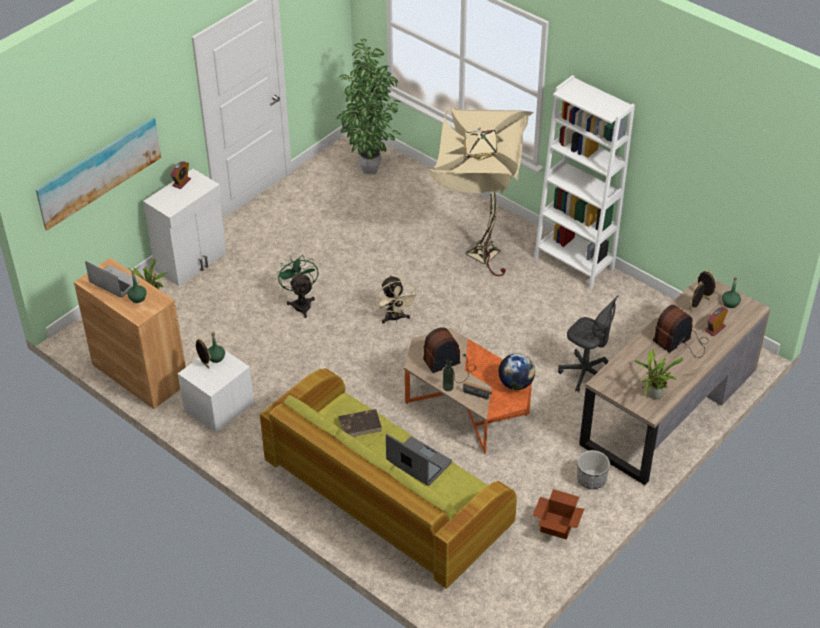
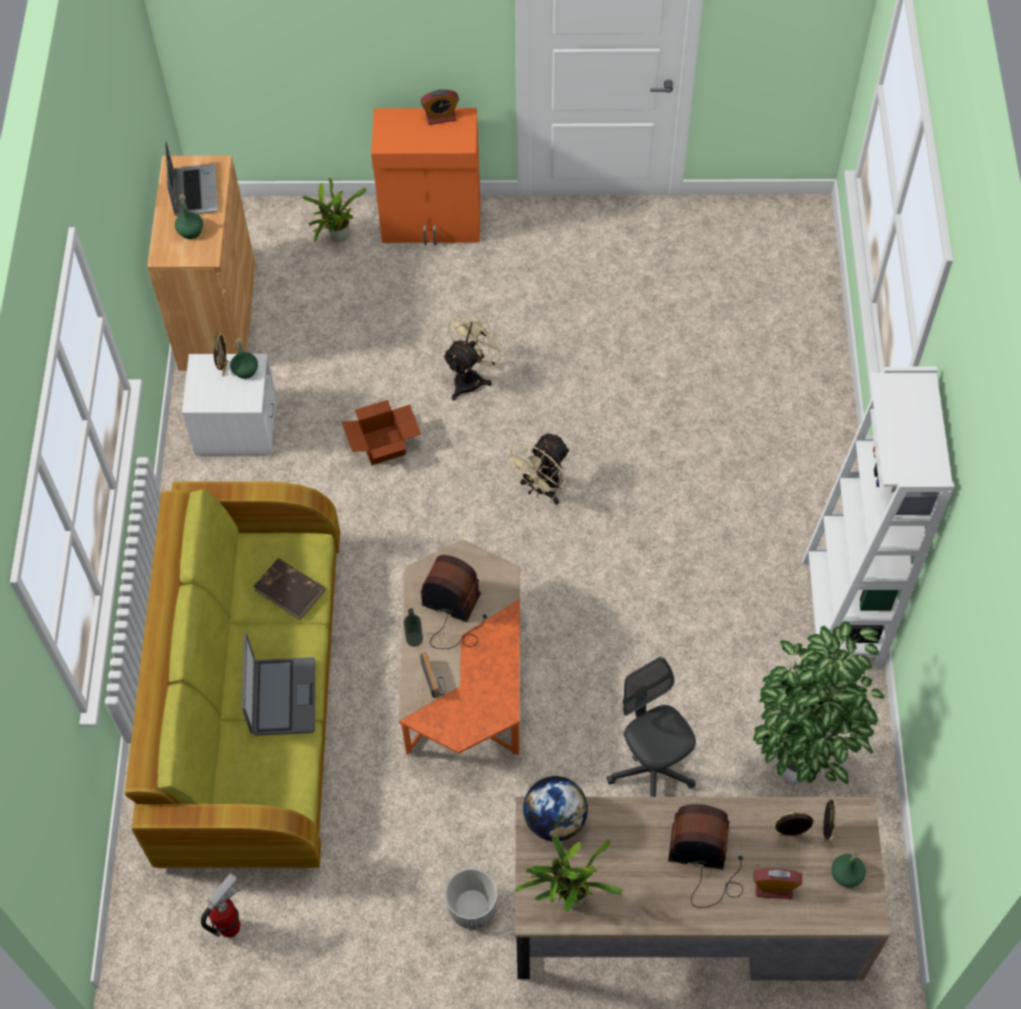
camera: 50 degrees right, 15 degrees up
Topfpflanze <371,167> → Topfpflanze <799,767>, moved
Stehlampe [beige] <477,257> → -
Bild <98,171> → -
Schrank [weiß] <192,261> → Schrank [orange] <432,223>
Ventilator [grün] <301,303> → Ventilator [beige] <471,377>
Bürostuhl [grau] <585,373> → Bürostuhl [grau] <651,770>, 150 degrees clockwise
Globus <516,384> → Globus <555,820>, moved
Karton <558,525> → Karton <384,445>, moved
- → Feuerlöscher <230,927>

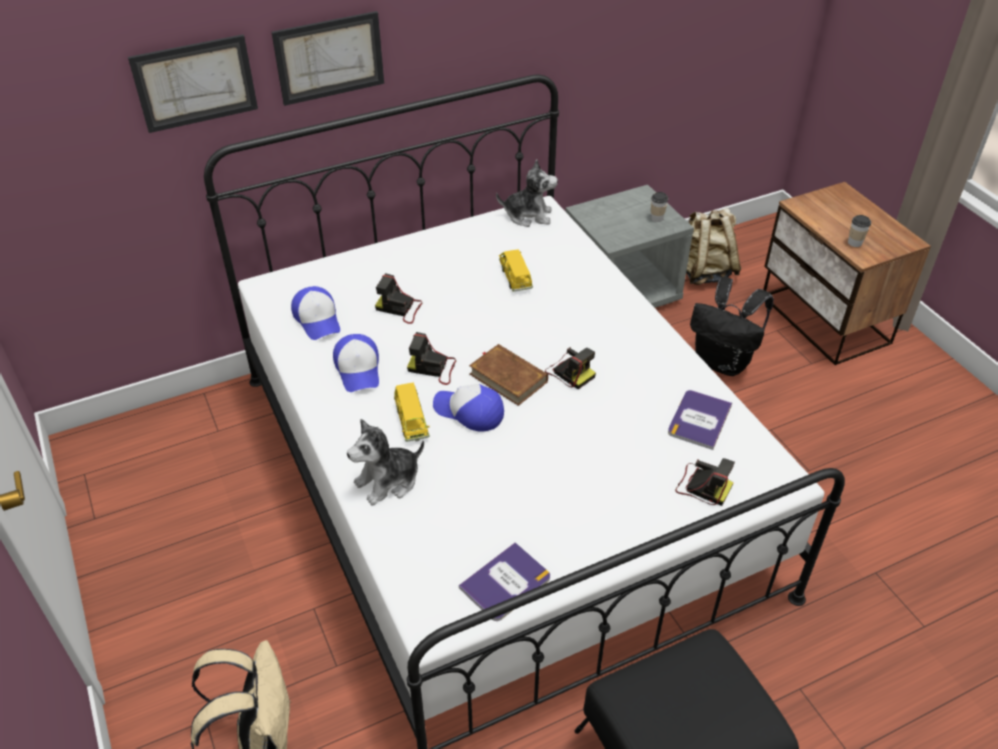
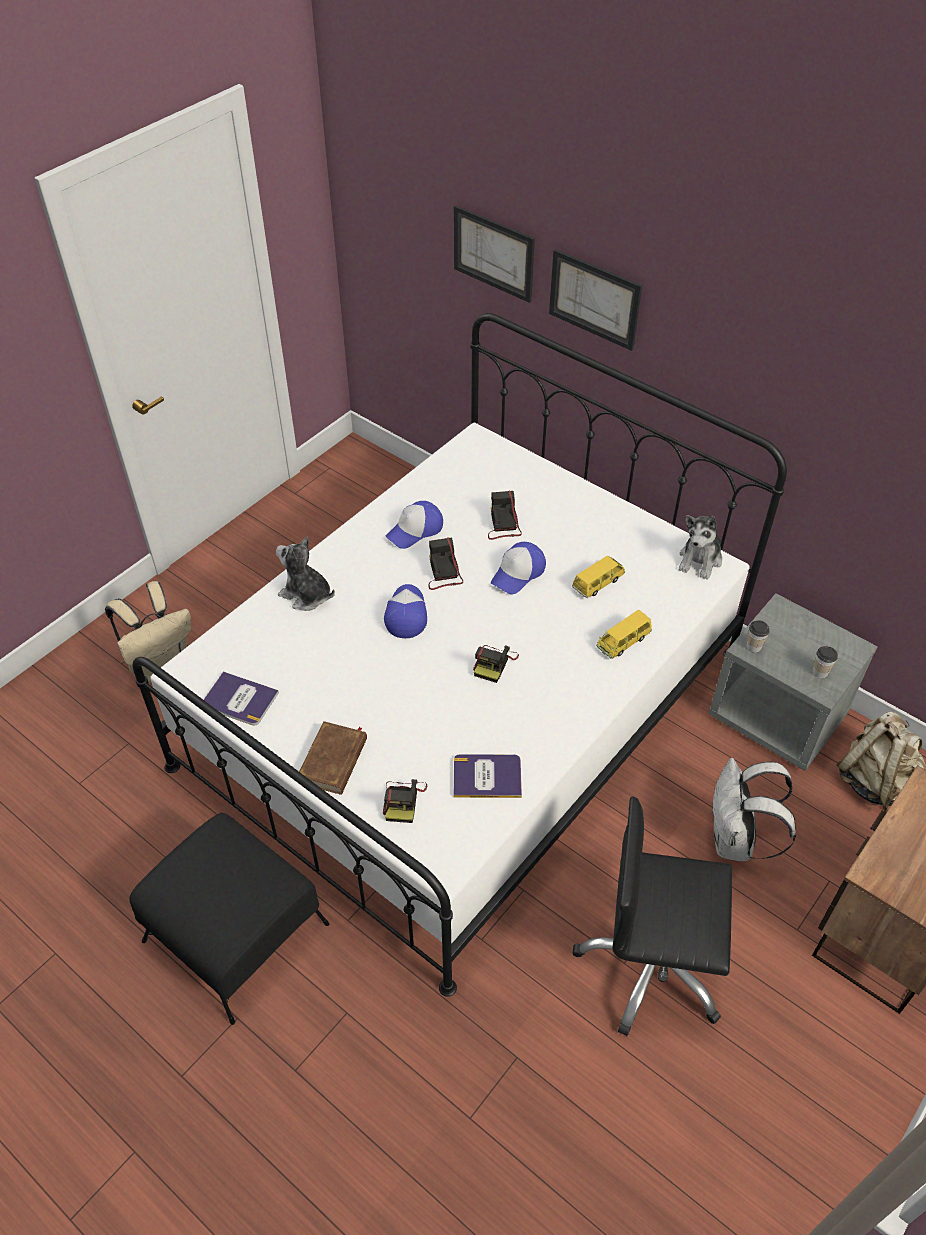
camera: 65 degrees right, 5 degrees up
Plüschtier <528,215> → Plüschtier <700,560>, 45 degrees clockwise
Tasse <854,243> → Tasse <753,646>, moved
Rucksack [schwarz] <723,362> → Rucksack [weiß] <735,841>
Kappe <318,319> → Kappe <518,573>, moved
Buch [braun] <508,377> → Buch [braun] <334,760>, moved
Spielzeugauto [gelb] <411,421> → Spielzeugauto [gelb] <623,642>, moved
- → Bürostuhl [schwarz] <651,965>

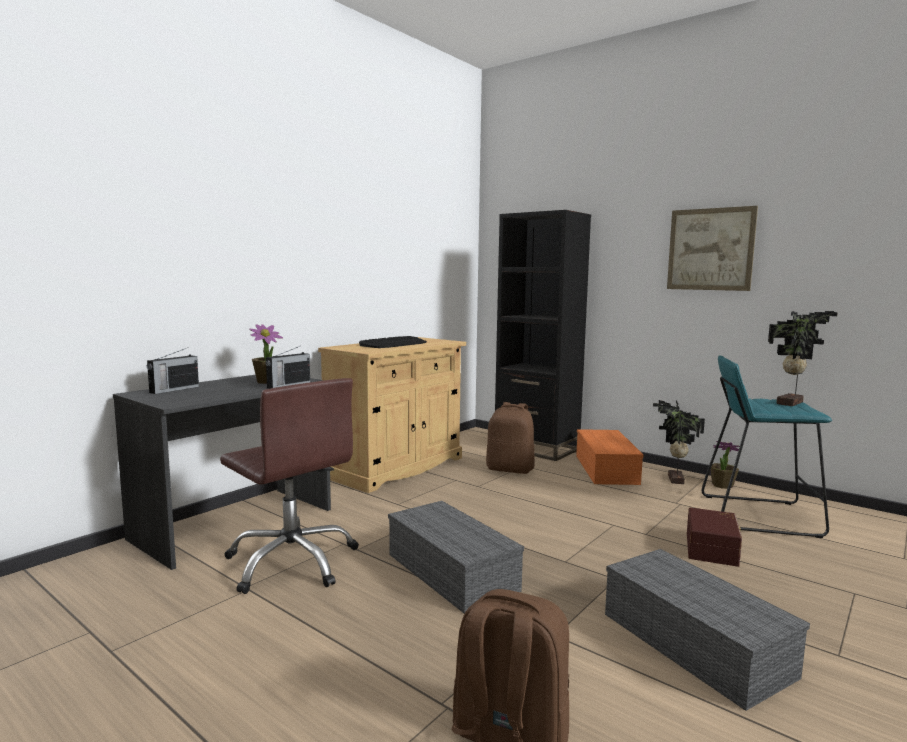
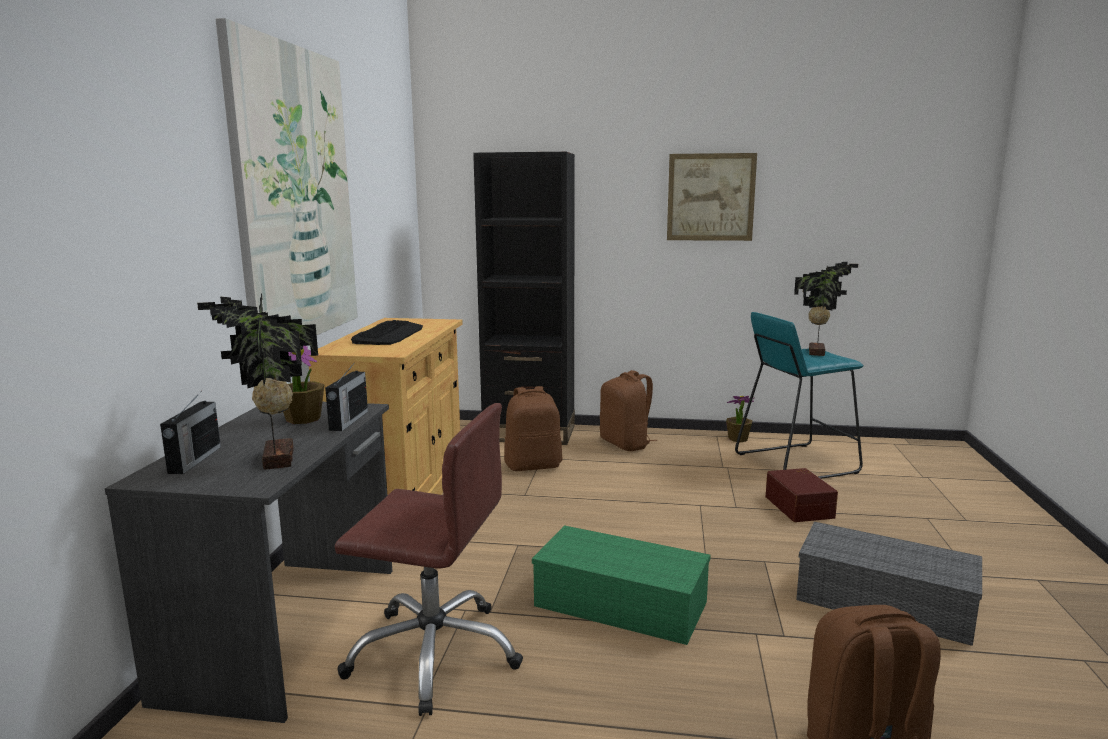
camera: 30 degrees left, 5 degrees up
Topfpflanze <674,480> → Topfpflanze <274,460>, moved
Aufbewahrungsbox [orange] <607,469> → Rucksack [braun] <626,444>
Aufbewahrungsbox [grau] <454,572> → Aufbewahrungsbox [grün] <623,603>
- → Bild <295,196>

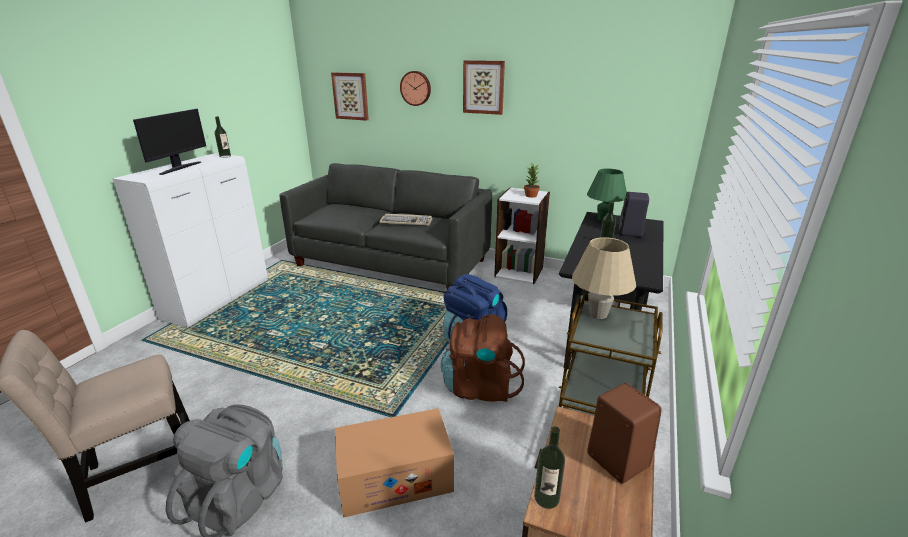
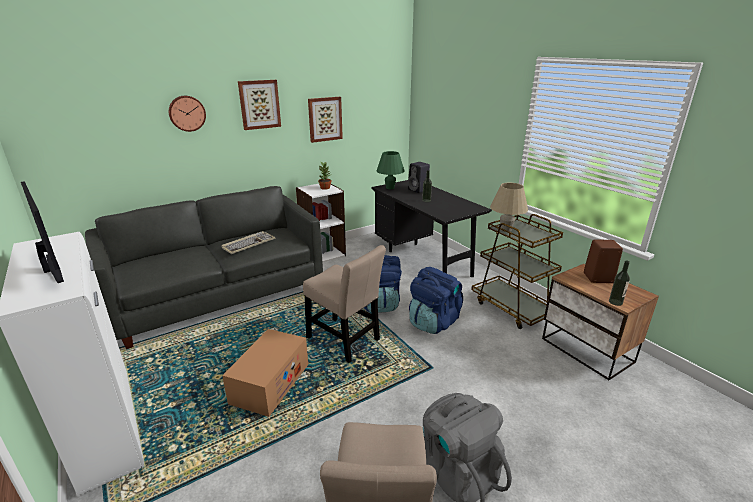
camera: 55 degrees left, 0 degrees up
Bild <351,96> → Bild <325,119>, moved
Flasche <225,156> → -
Rucksack [braun] <480,387> → Rucksack [blau] <433,322>
Karton <395,477> → Karton <270,384>, moved
- → Stuhl [beige] <345,341>

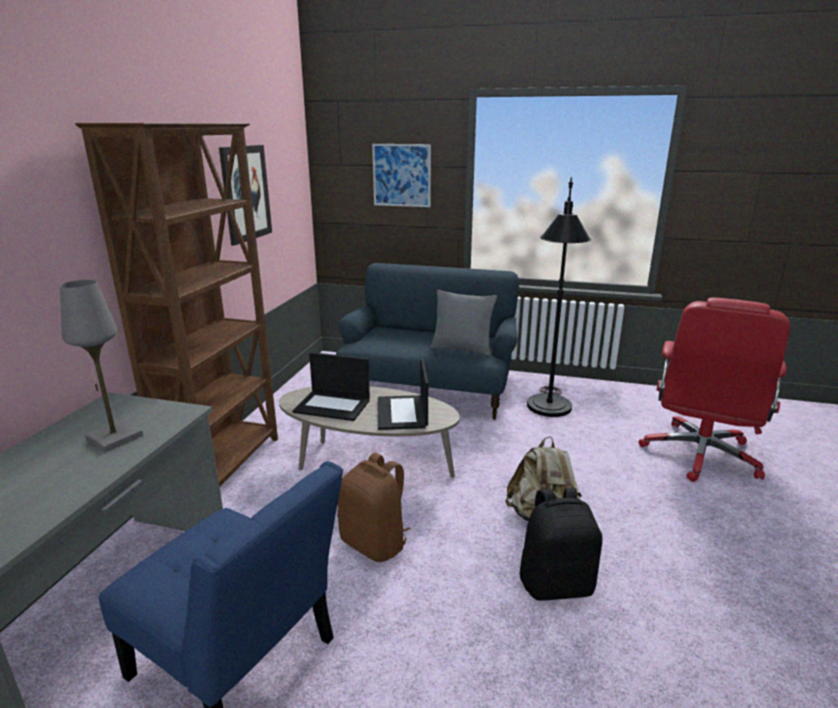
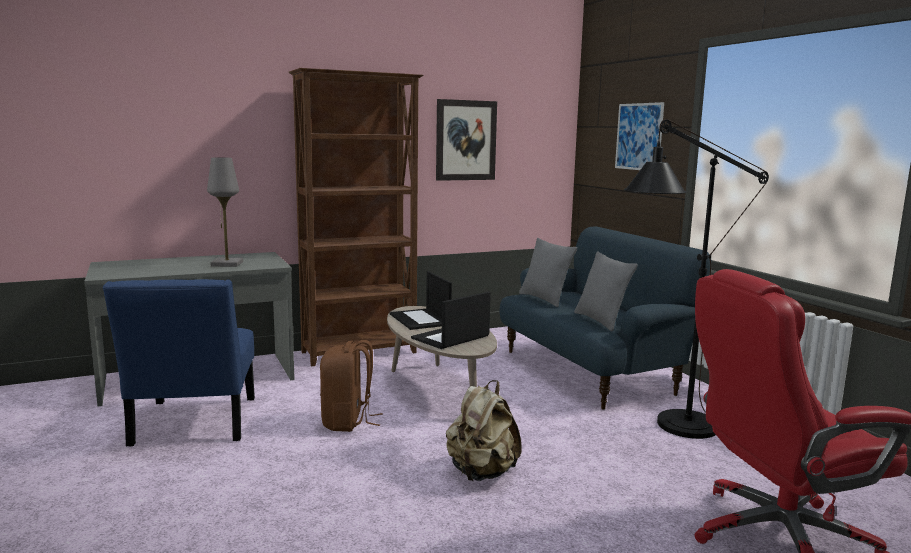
camera: 50 degrees right, 10 degrees down
Rucksack [schwarz] <556,583> → -
- → Kissen [grau] <544,299>

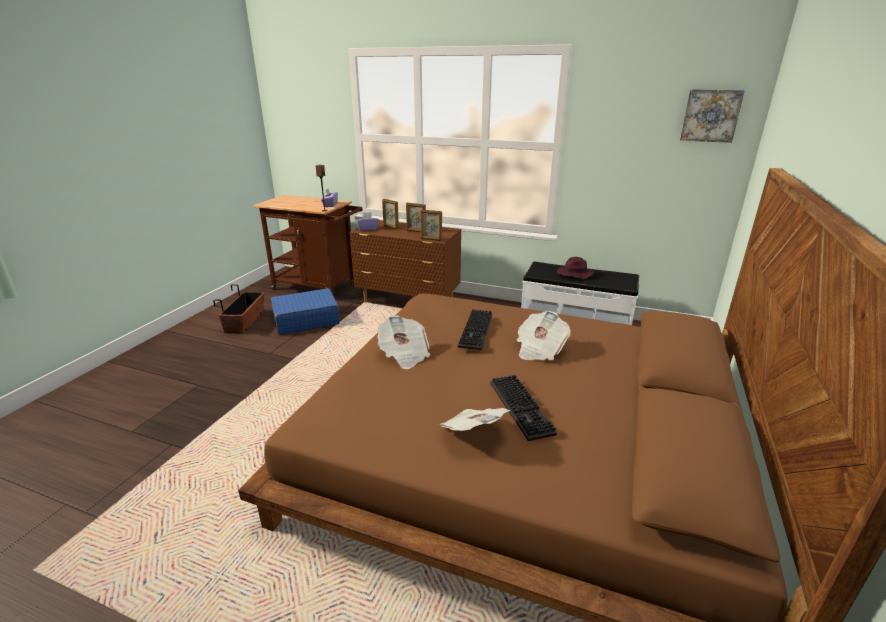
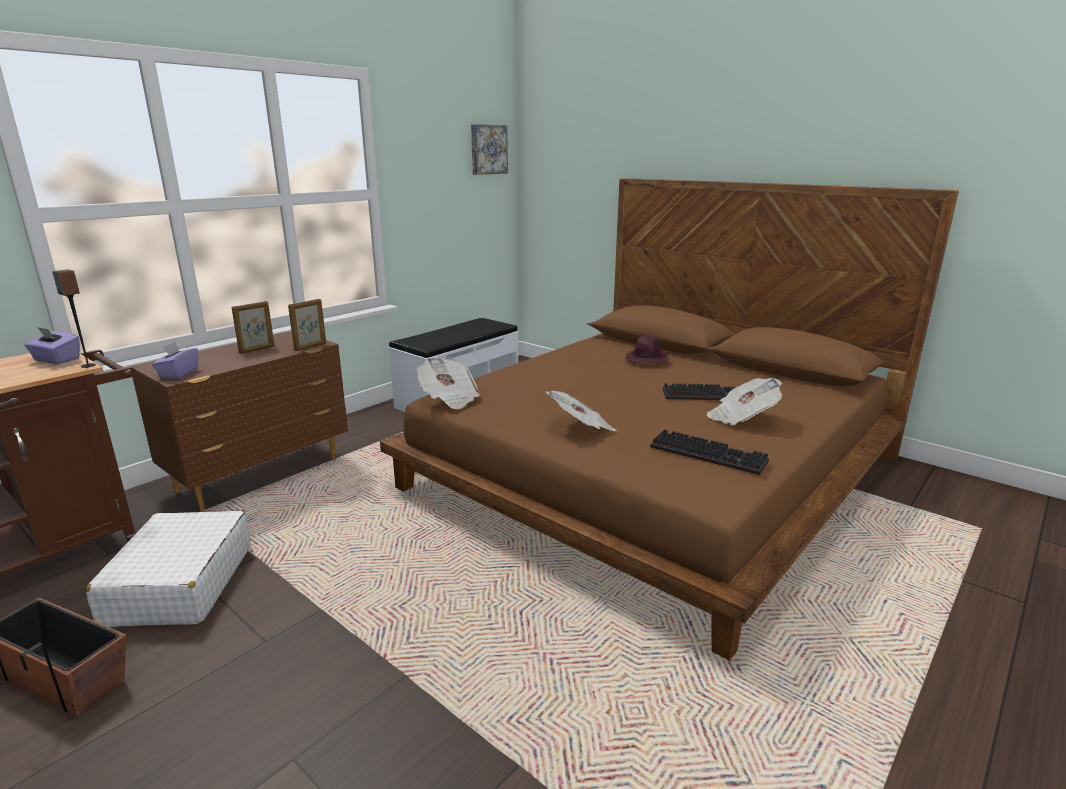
camera: 70 degrees left, 5 degrees down
Bilderrahmen <390,227> → -
Hut [lila] <574,274> → Hut [lila] <646,360>, moved
Koffer [blau] <306,320> → Koffer [weiß] <180,584>
Tastatur <477,331> → Tastatur <710,454>, moved
Zeitung <539,349> → Zeitung <449,398>, moved

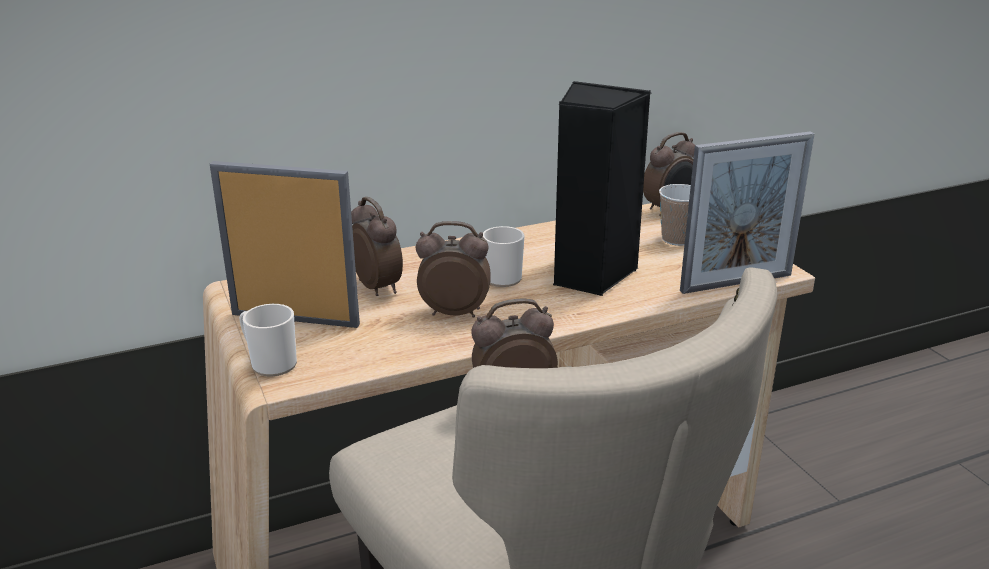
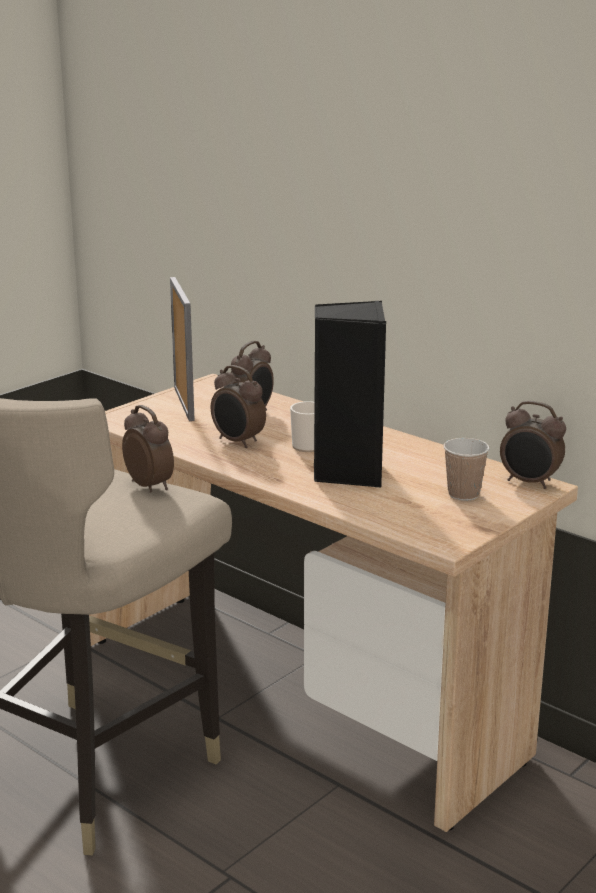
camera: 65 degrees right, 5 degrees down
Bilderrahmen <736,283> → -
Wecker <454,312> → Wecker <238,442>, 150 degrees clockwise
Henkelbecher <270,363> → -

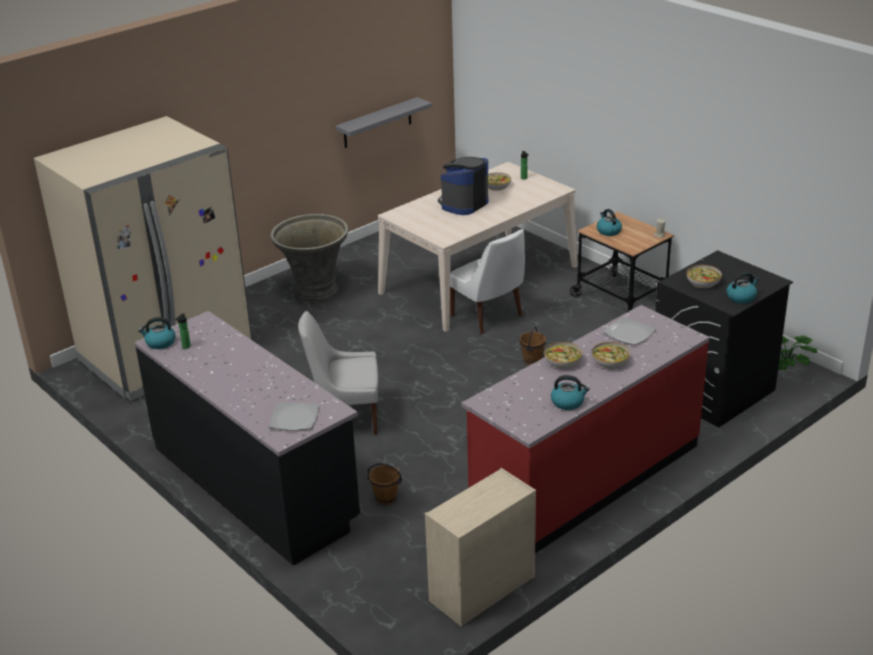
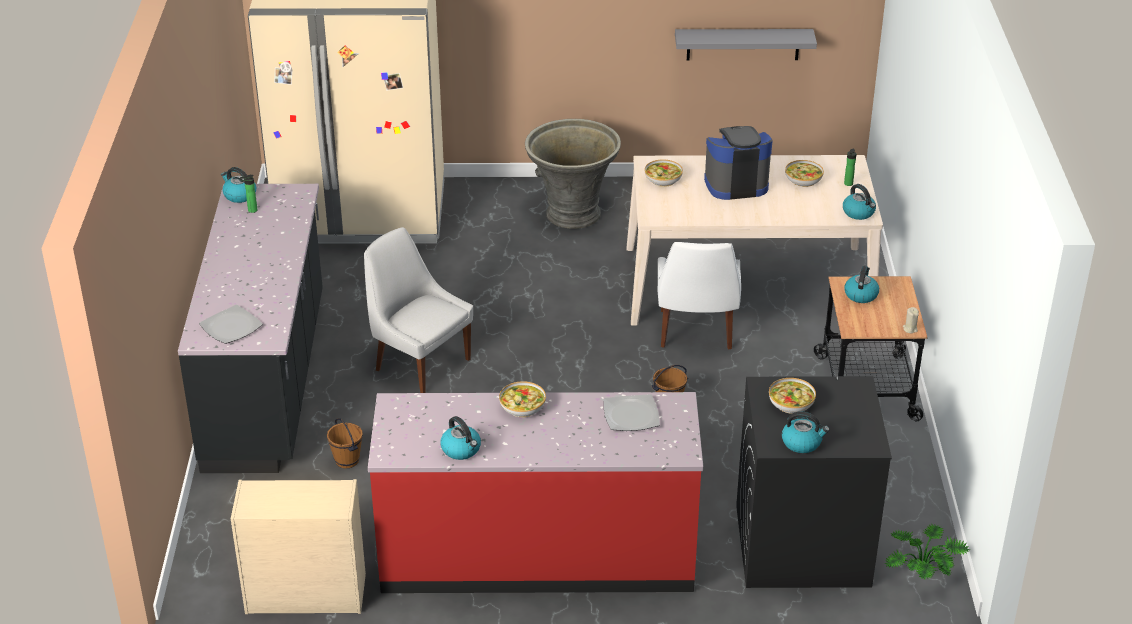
camera: 40 degrees right, 5 degrees up
Schüssel <610,361> → Schüssel <663,179>, moved
- → Wasserkessel <859,213>

